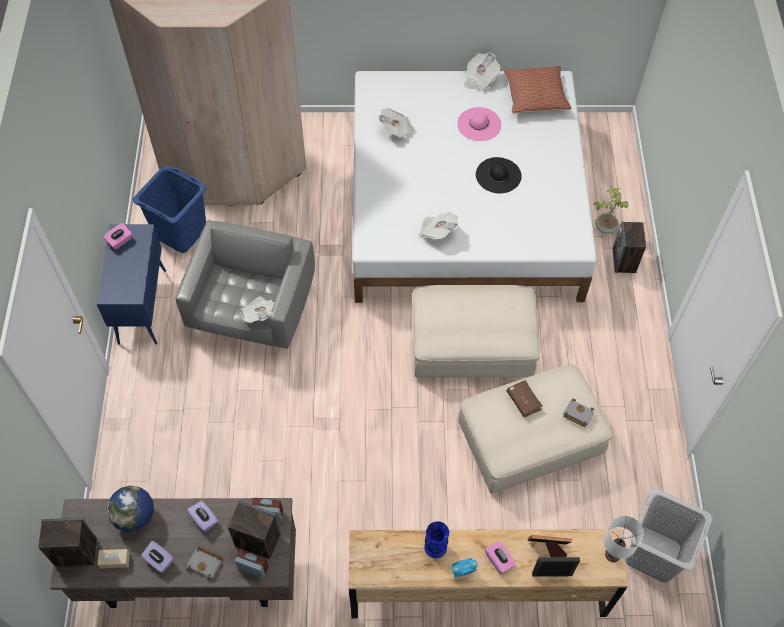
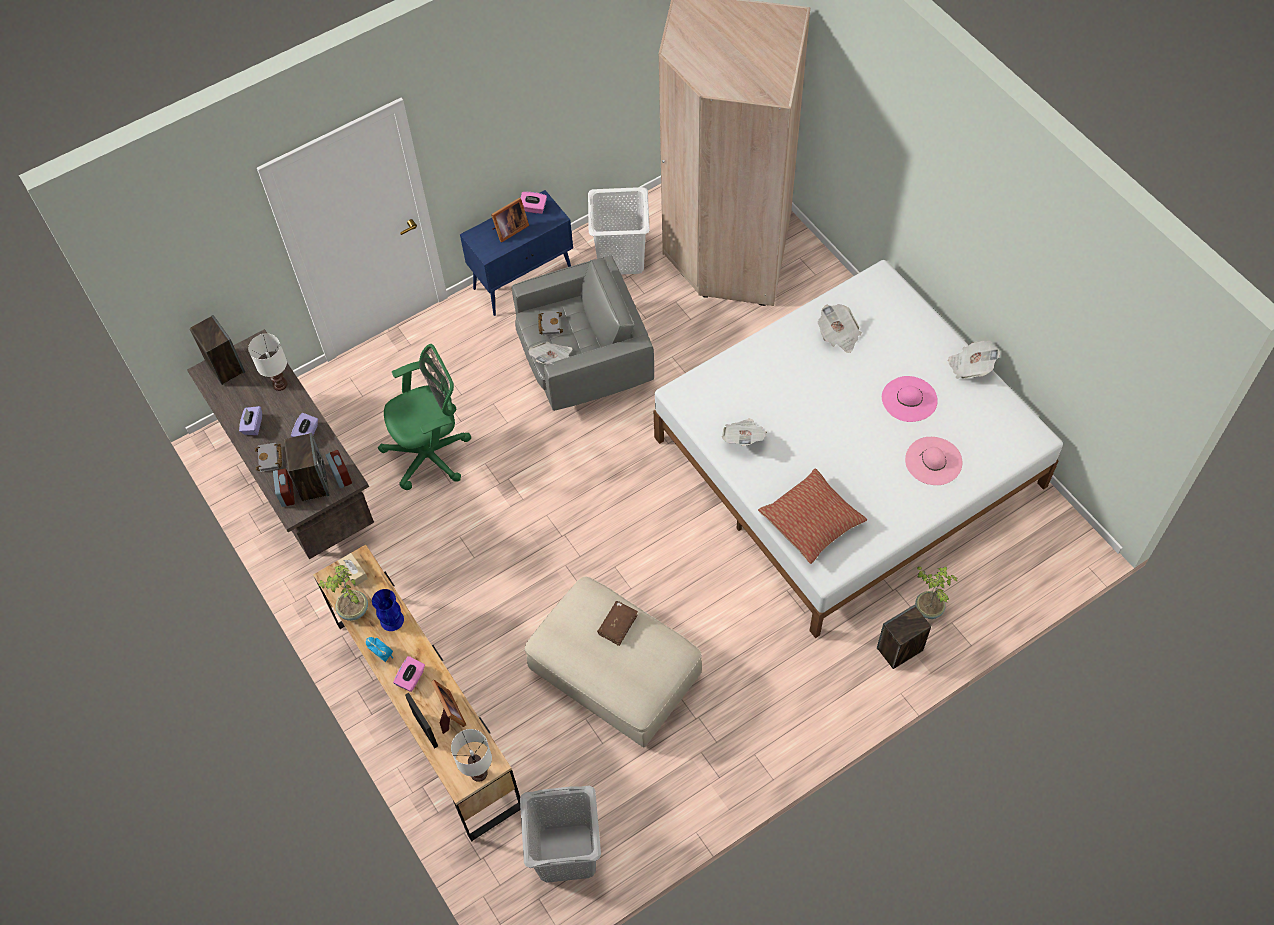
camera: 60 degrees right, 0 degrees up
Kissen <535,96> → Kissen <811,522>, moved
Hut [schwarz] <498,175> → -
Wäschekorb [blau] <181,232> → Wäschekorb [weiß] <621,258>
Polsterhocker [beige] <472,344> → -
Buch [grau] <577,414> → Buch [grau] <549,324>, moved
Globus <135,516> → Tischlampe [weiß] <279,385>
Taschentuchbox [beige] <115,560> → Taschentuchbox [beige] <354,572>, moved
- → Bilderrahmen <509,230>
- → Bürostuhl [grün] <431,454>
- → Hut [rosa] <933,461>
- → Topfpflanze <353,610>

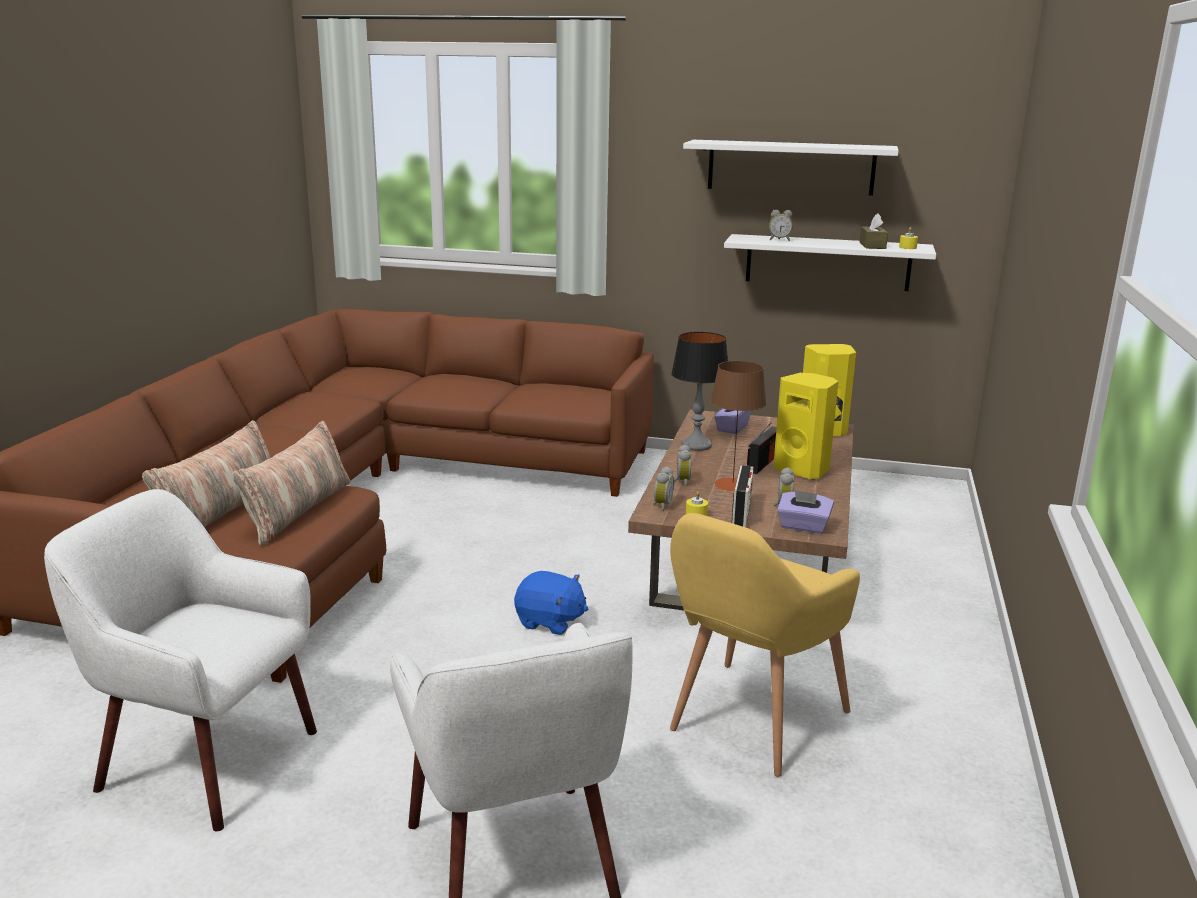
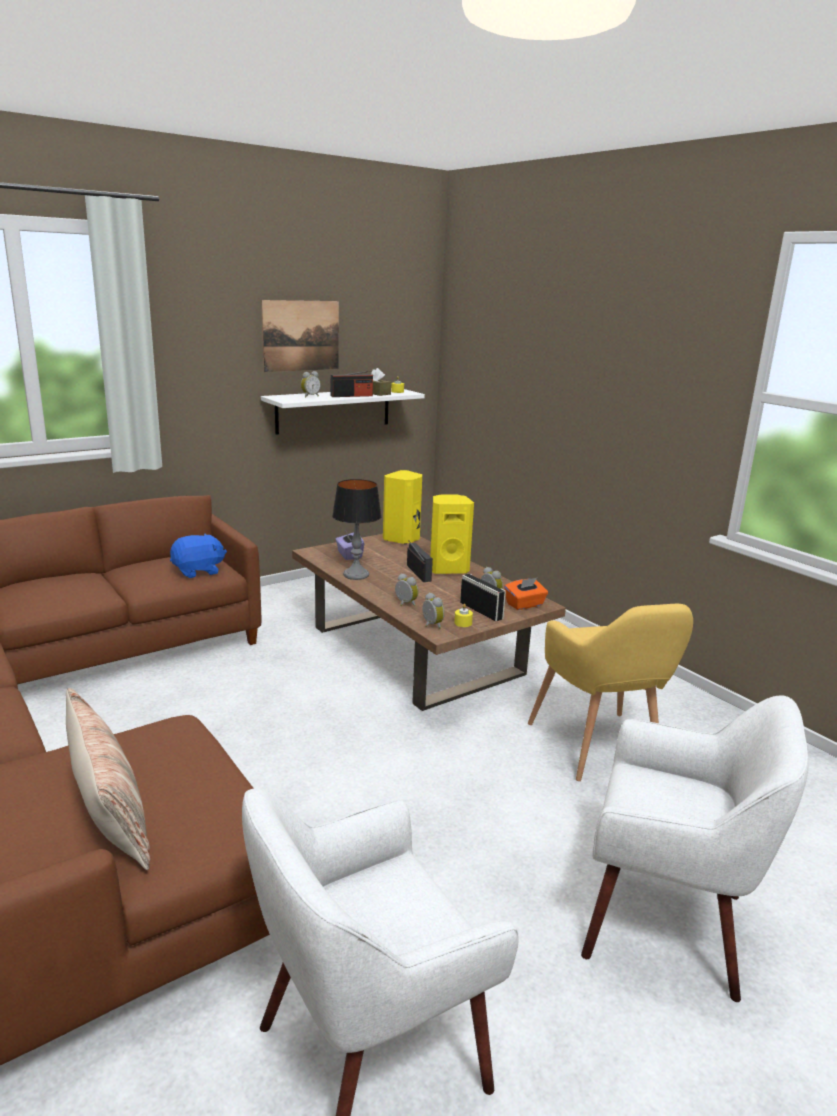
camera: 50 degrees left, 0 degrees up
Wandregal [weiß] <790,167> → Bild <301,336>
Tischlampe [braun] <732,485> → -
Kissen <297,510> → -
Taschentuchbox [lila] <803,527> → Taschentuchbox [orange] <525,605>
Plüschtier [blau] <550,622> → Plüschtier [blau] <198,571>, moved
- → Radio <351,396>

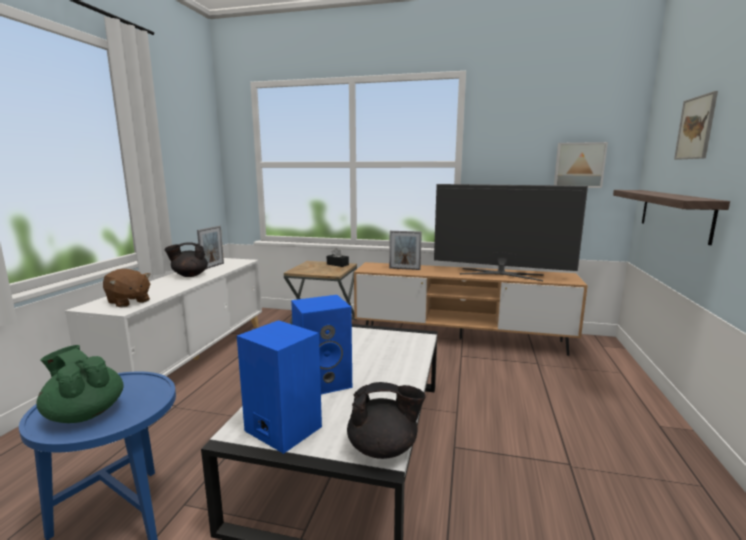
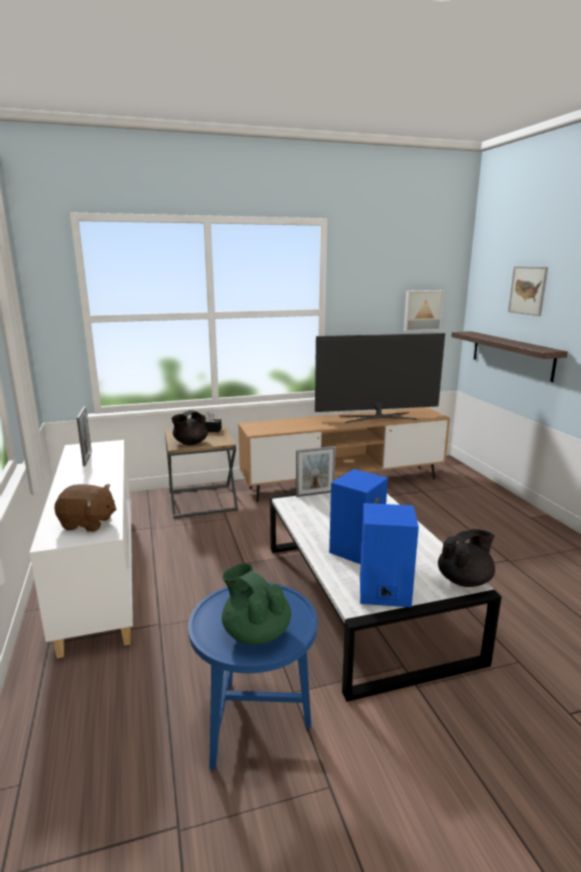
camera: 30 degrees left, 5 degrees up
Bilderrahmen <404,269> → Bilderrahmen <315,494>, moved
Teekanne [schwarz] <189,275> → Teekanne [schwarz] <190,443>, moved
Teekanne [grün] <85,414> → Teekanne [grün] <256,632>, 45 degrees clockwise

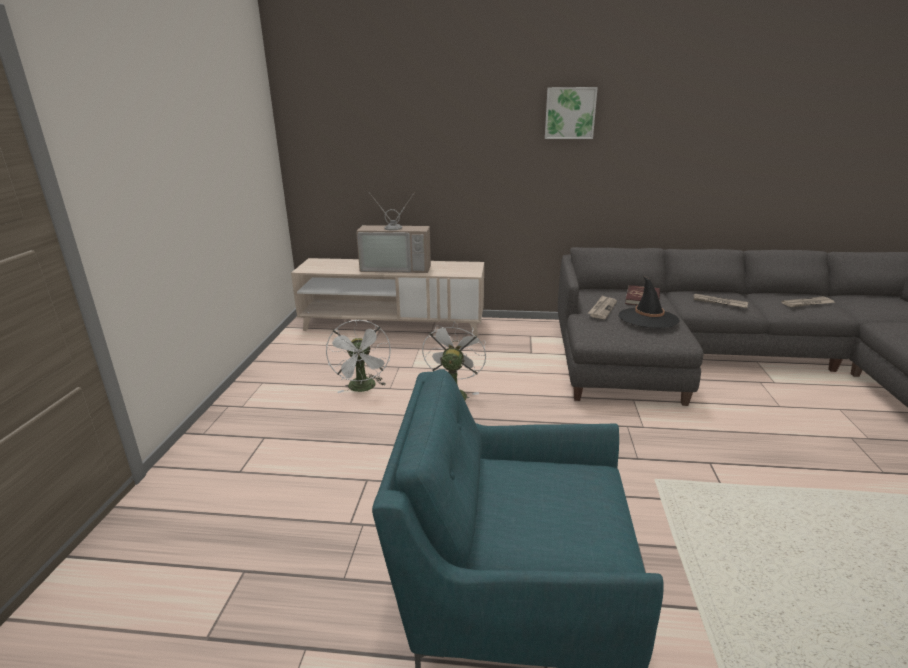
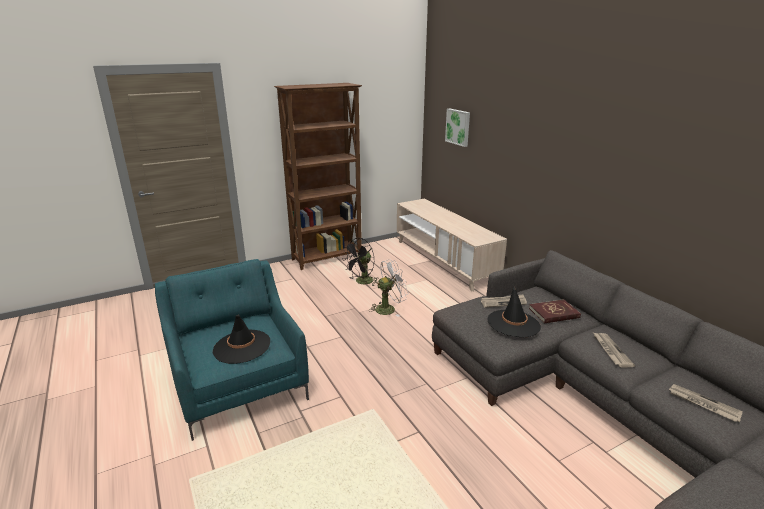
camera: 55 degrees right, 0 degrees up
Bild <570,113> → Bild <458,127>, moved
Fernseher <397,267> → -
Ventilator [weiß] <363,388> → Ventilator [schwarz] <362,282>
- → Bücherregal [braun] <327,258>
- → Hut [schwarz] <242,347>

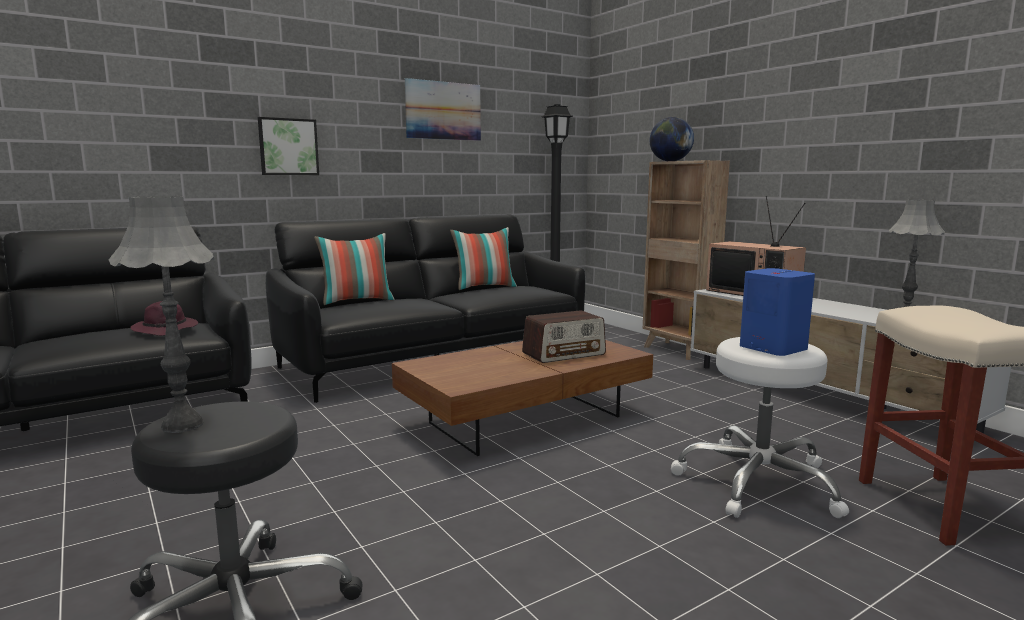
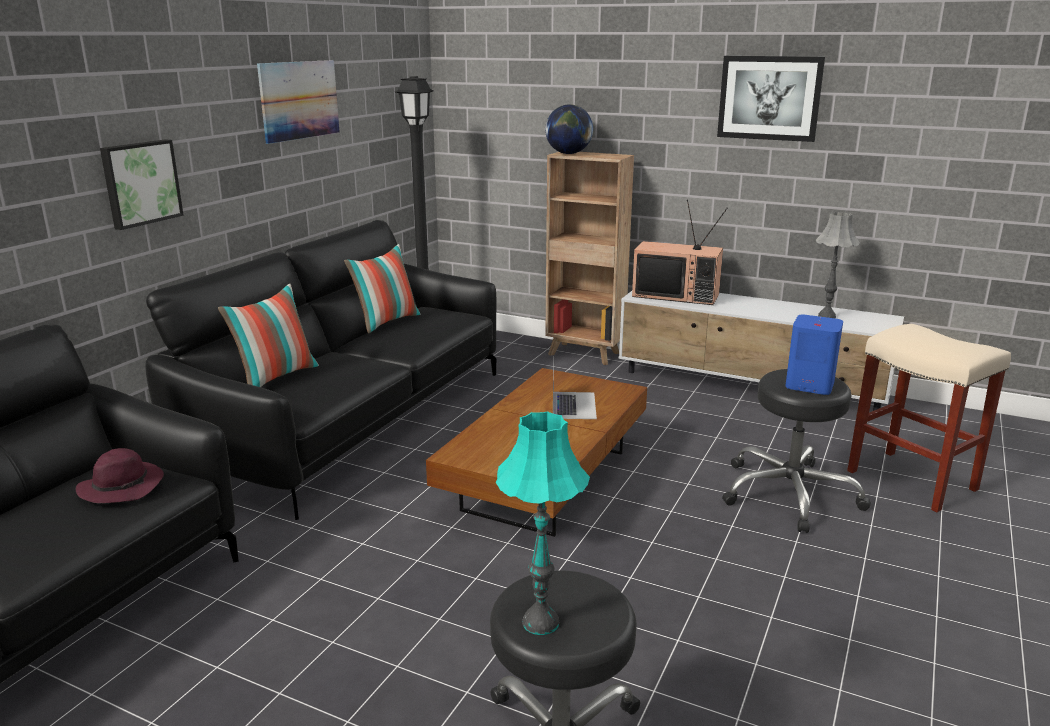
camera: 30 degrees left, 10 degrees up
Tischlampe [grau] <182,425> → Tischlampe [türkis] <541,622>
Radio <564,354> → Laptop <573,405>
Hocker [weiß] <757,482> → Hocker [schwarz] <789,493>
- → Bild <769,98>

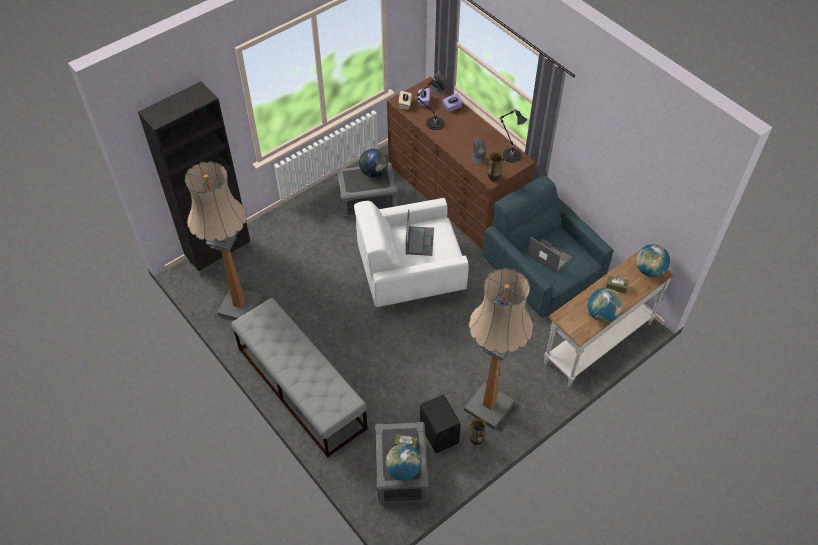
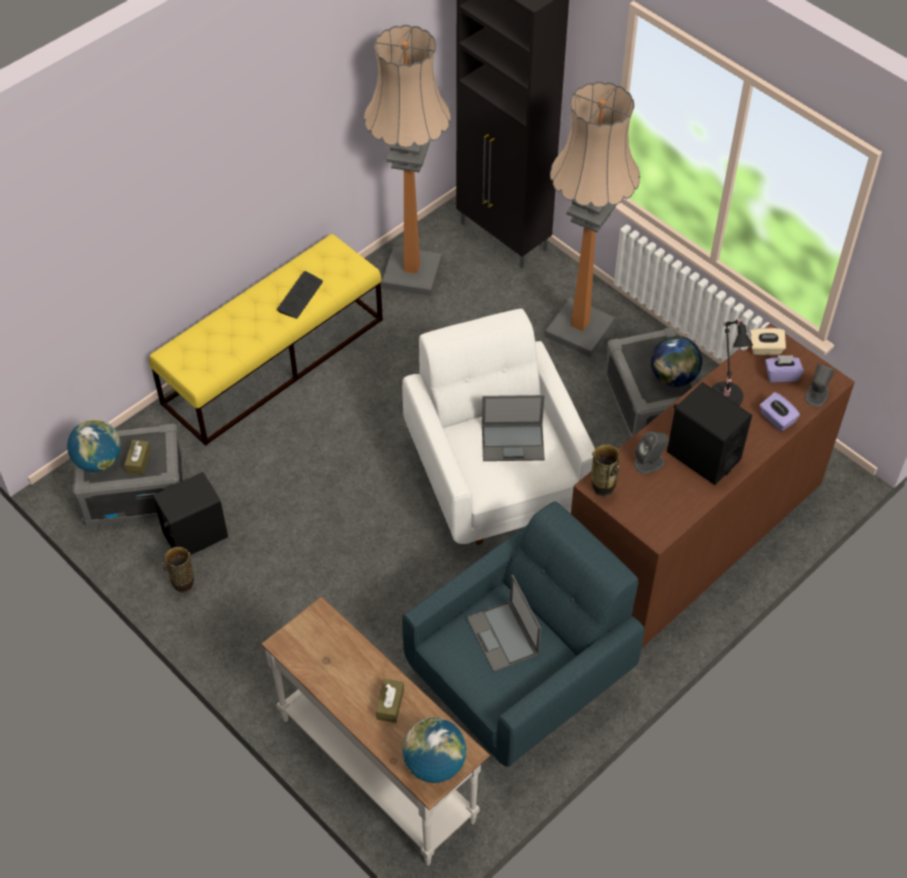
camera: 85 degrees right, 0 degrees up
Tischlampe [schwarz] <510,154> → -
Laptop <548,256> → Laptop <503,637>, 120 degrees clockwise
Stehlampe <488,407> → Stehlampe <579,330>, moved
Globus <601,314> → -
Bank [grau] <300,387> → Bank [gelb] <274,360>
- → Tastatur <300,296>
- → Lautsprecher [schwarz] <703,456>

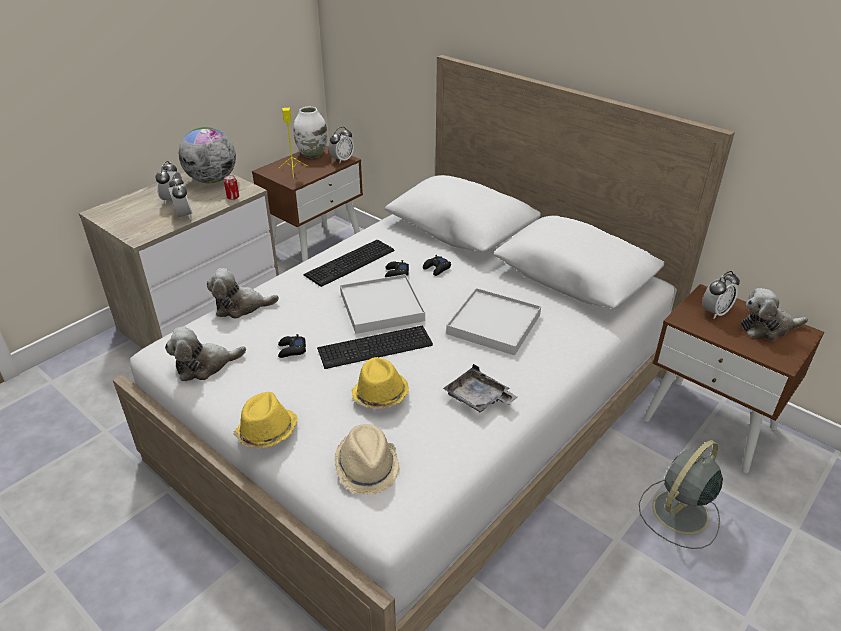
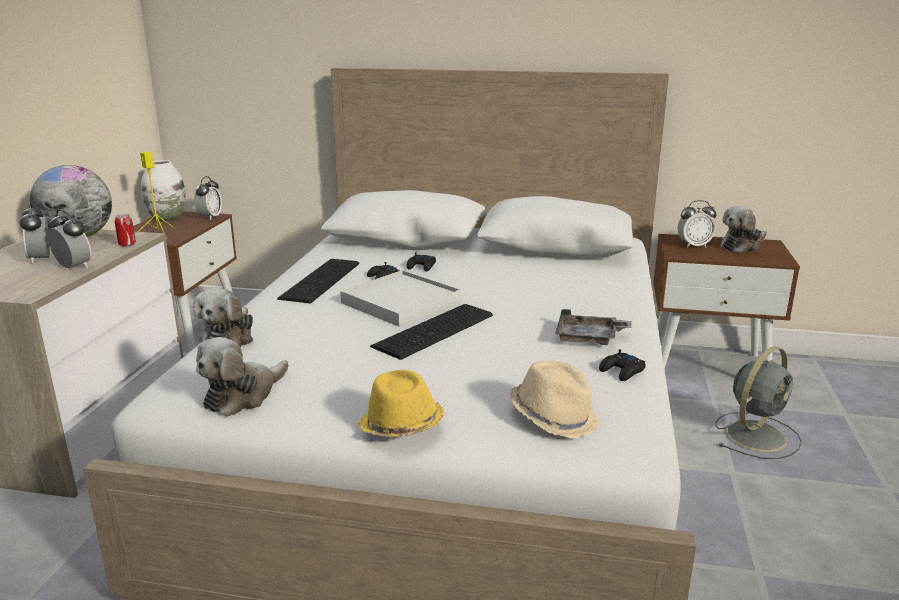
camera: 30 degrees left, 15 degrees down
Plüschtier <241,307> → Plüschtier <228,338>, 45 degrees counterclockwise
Wecker <715,312> → Wecker <694,246>, 60 degrees clockwise
Tablett [weiß] <494,324> → -
Gamepad [schwarz] <291,350> → Gamepad [schwarz] <622,371>, moved
Hut [gelb] <380,395> → -
Ventilator [grau] <679,513> → Ventilator [grau] <756,435>, 150 degrees counterclockwise

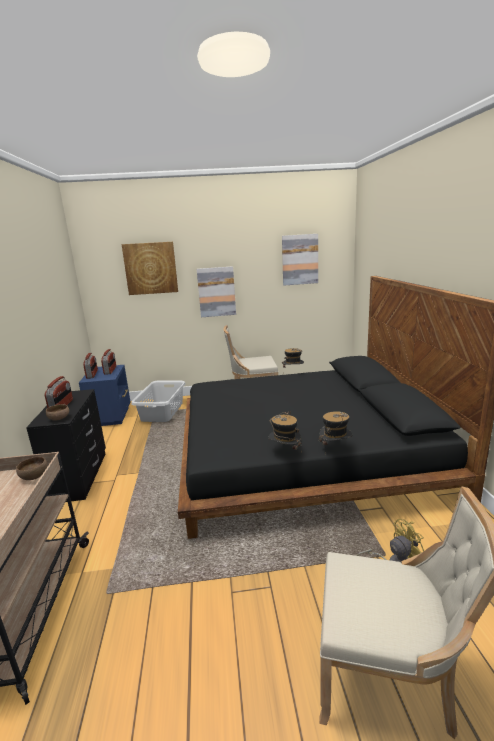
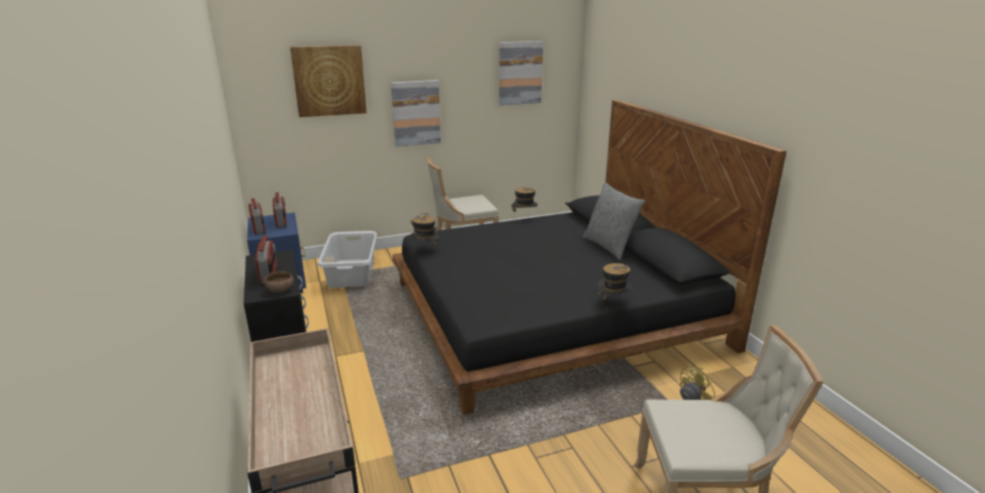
camera: 15 degrees left, 5 degrees up
Hut <285,452> → Hut <425,249>, moved
Schüssel [braun] <34,476> → -
- → Kissen [grau] <609,246>

